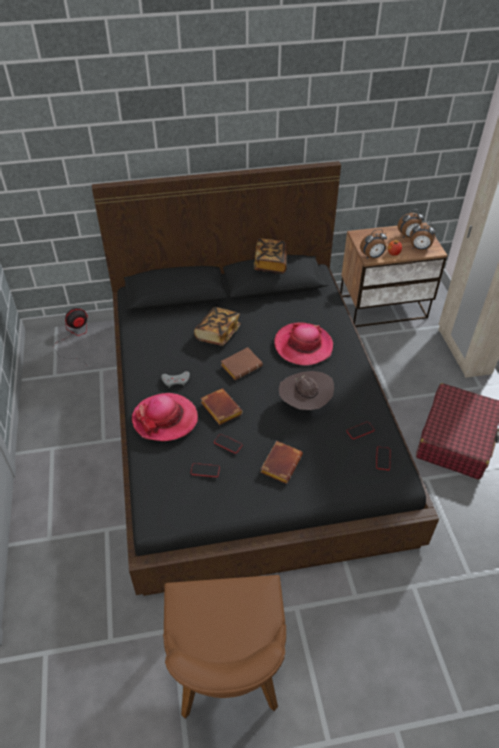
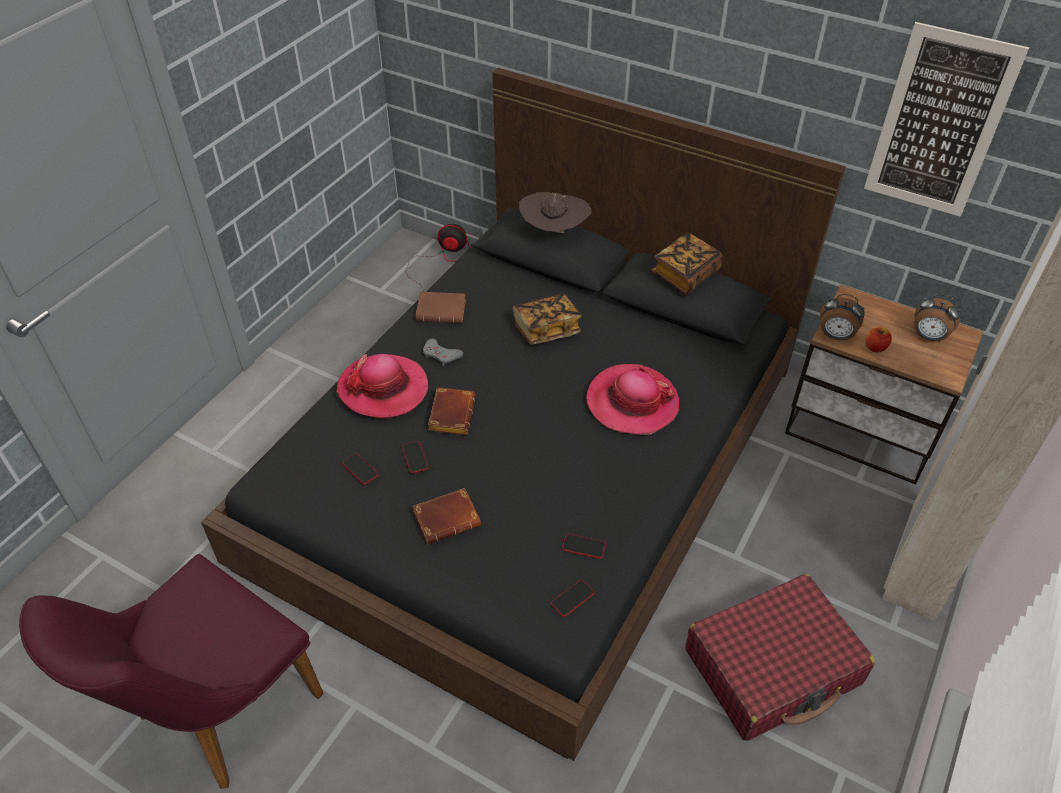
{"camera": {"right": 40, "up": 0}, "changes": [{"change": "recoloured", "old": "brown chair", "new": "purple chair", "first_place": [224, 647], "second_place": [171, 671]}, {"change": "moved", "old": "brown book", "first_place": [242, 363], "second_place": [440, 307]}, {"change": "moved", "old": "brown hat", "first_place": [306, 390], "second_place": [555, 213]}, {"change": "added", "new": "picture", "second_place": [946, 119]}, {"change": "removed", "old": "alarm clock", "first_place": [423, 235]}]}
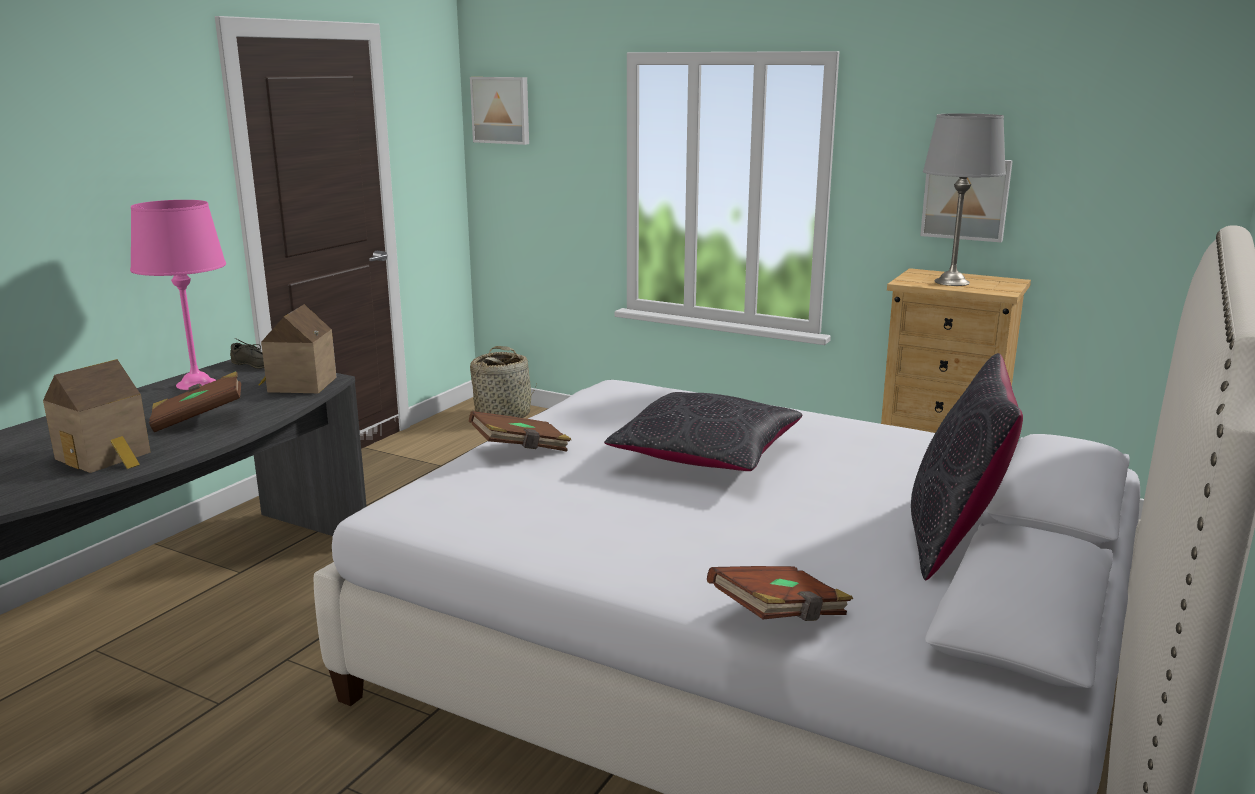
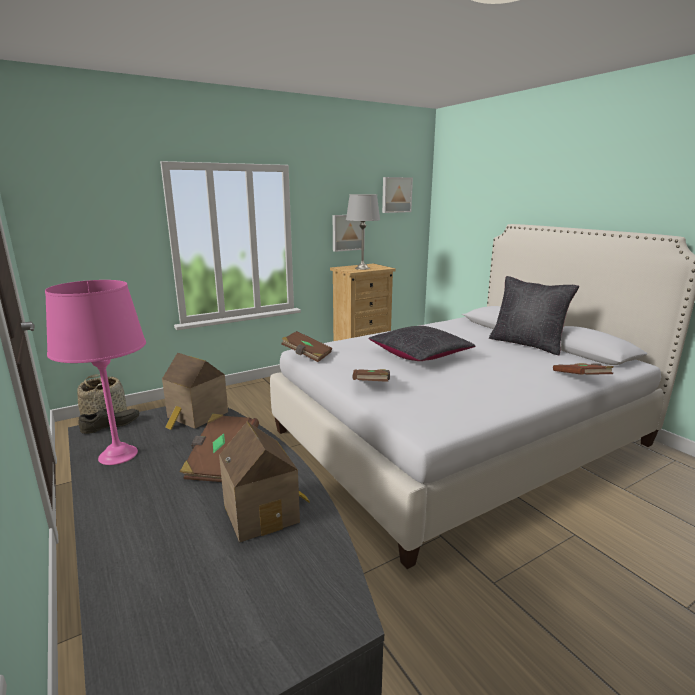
{"camera": {"right": -60, "up": 0}, "changes": [{"change": "added", "new": "brown book", "second_place": [306, 346]}, {"change": "moved", "old": "picture", "first_place": [499, 111], "second_place": [397, 195]}]}
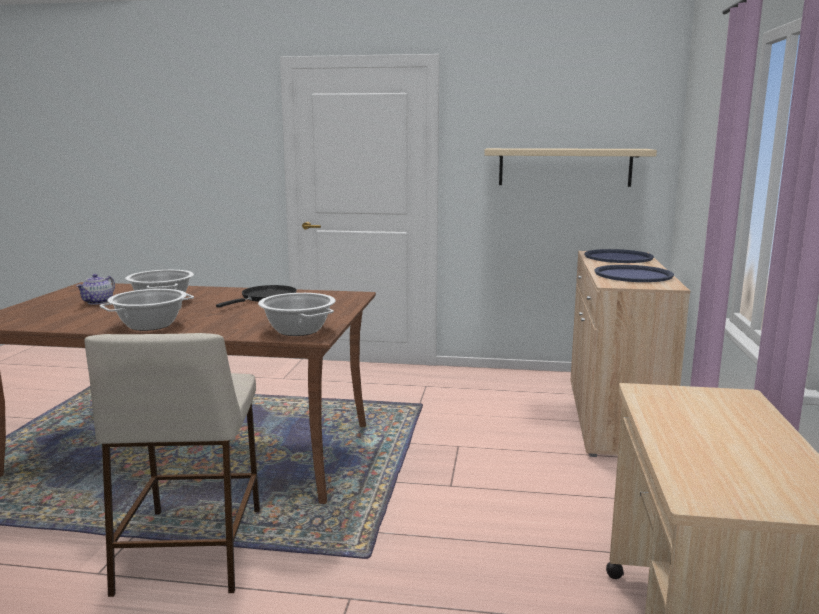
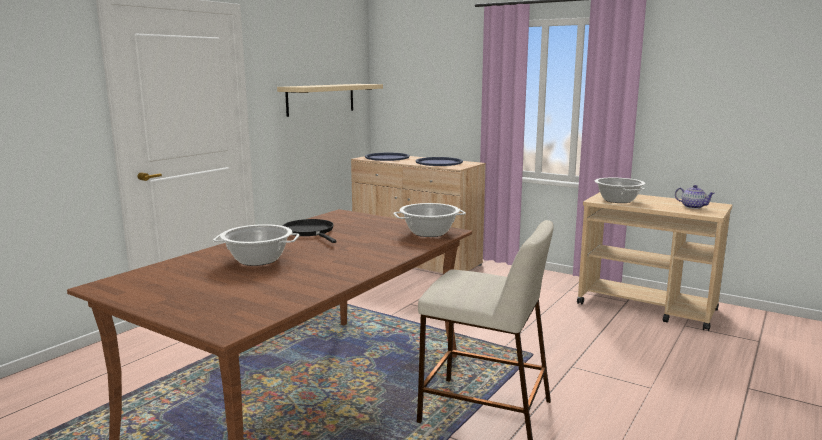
{"camera": {"right": -65, "up": 0}, "changes": [{"change": "moved", "old": "cooking pot", "first_place": [147, 310], "second_place": [620, 190]}, {"change": "moved", "old": "teapot", "first_place": [95, 289], "second_place": [695, 197]}]}
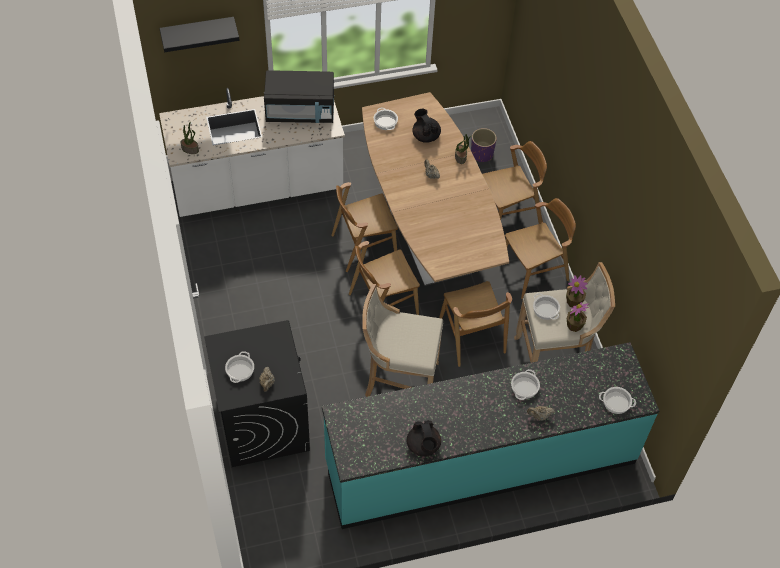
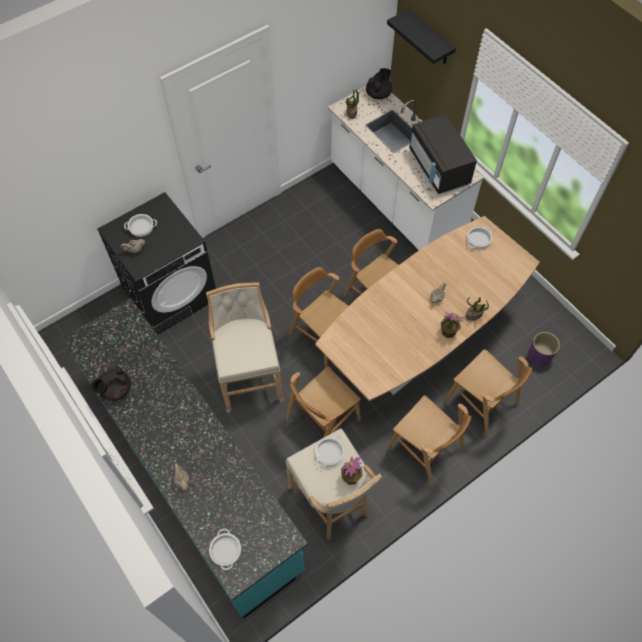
{"camera": {"right": 70, "up": 5}, "changes": [{"change": "moved", "old": "black teapot", "first_place": [426, 126], "second_place": [379, 84]}, {"change": "moved", "old": "potted plant", "first_place": [578, 317], "second_place": [451, 325]}, {"change": "removed", "old": "cooking pot", "first_place": [525, 384]}]}
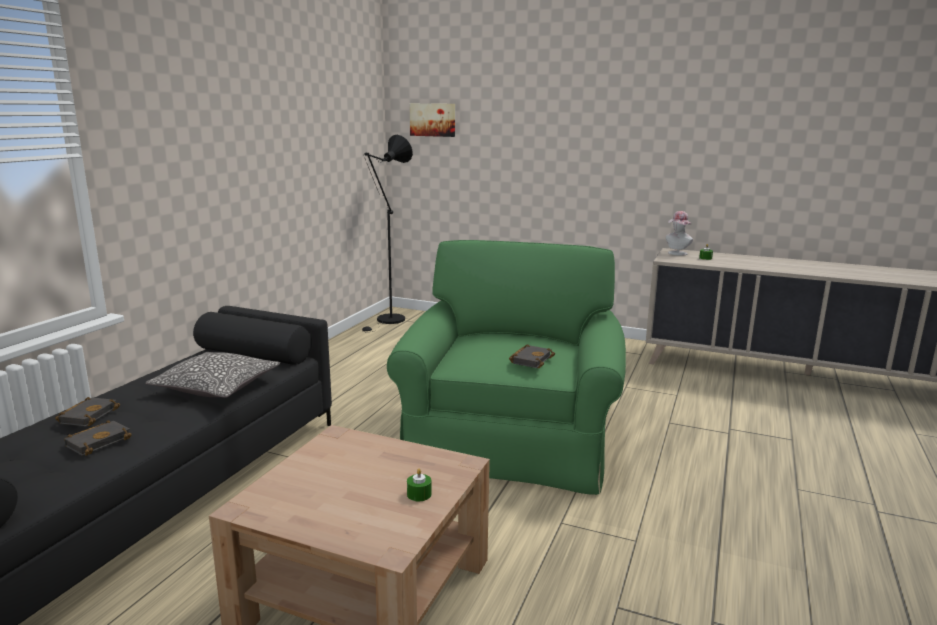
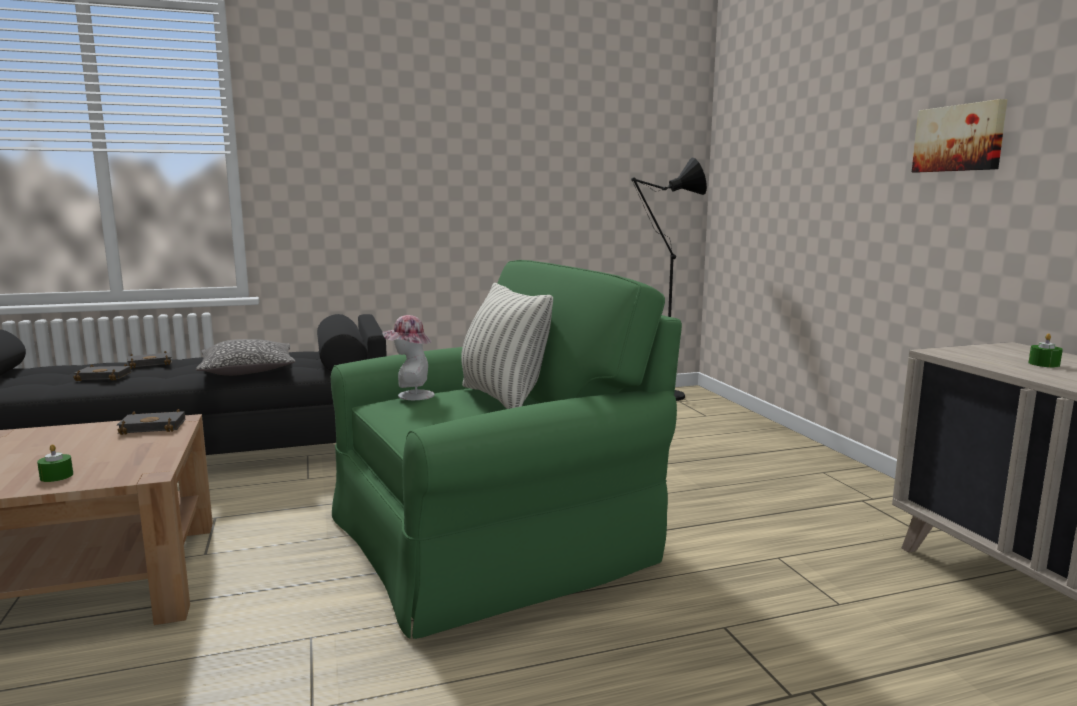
{"camera": {"right": 50, "up": -5}, "changes": [{"change": "moved", "old": "black book", "first_place": [532, 356], "second_place": [151, 422]}, {"change": "moved", "old": "hat", "first_place": [679, 233], "second_place": [408, 357]}, {"change": "added", "new": "pillow", "second_place": [507, 346]}, {"change": "moved", "old": "picture", "first_place": [432, 120], "second_place": [960, 135]}]}
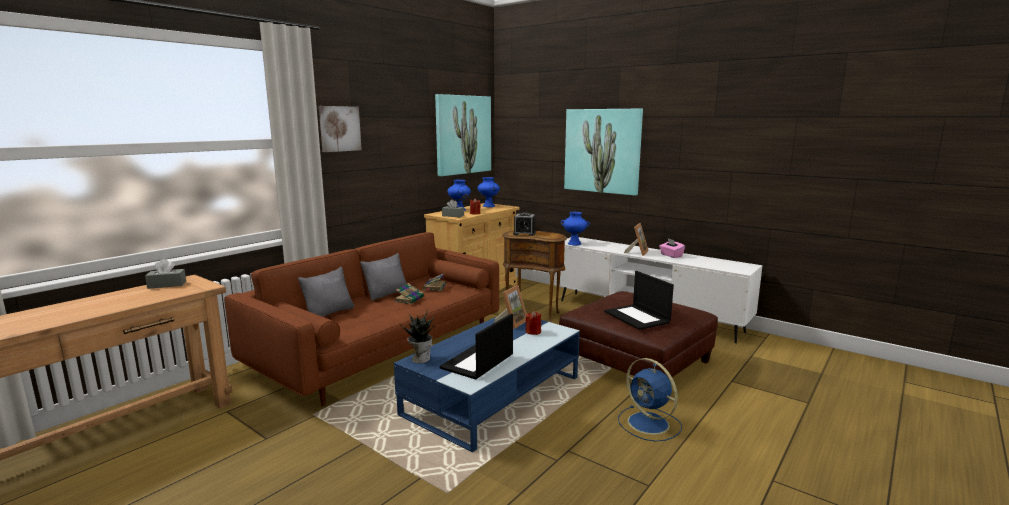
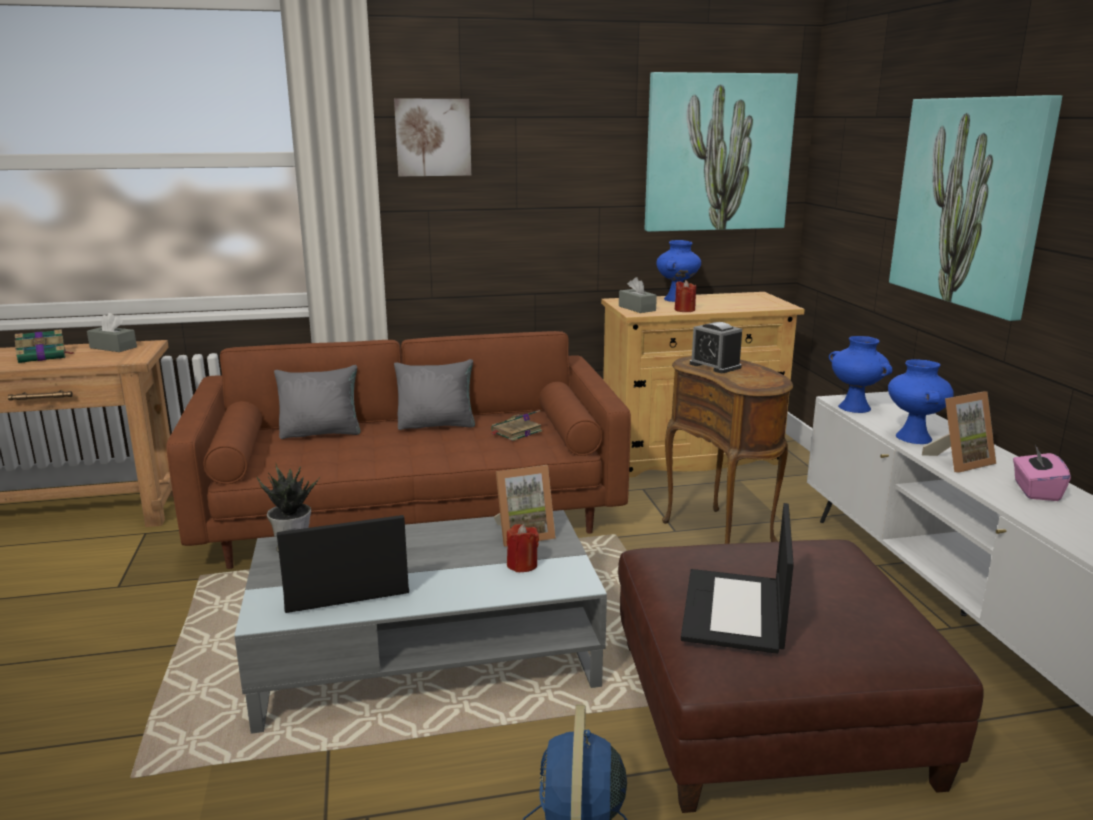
{"camera": {"right": 40, "up": 5}, "changes": [{"change": "moved", "old": "book", "first_place": [409, 293], "second_place": [44, 346]}, {"change": "recoloured", "old": "blue coffee table", "new": "grey coffee table", "first_place": [487, 383], "second_place": [420, 622]}, {"change": "moved", "old": "blue vase", "first_place": [489, 192], "second_place": [920, 401]}]}
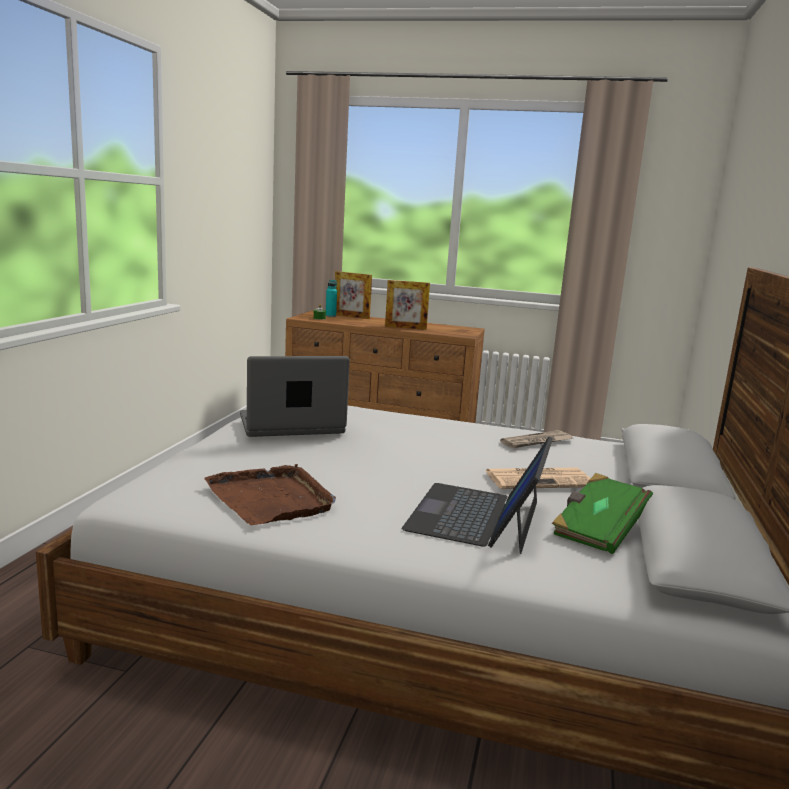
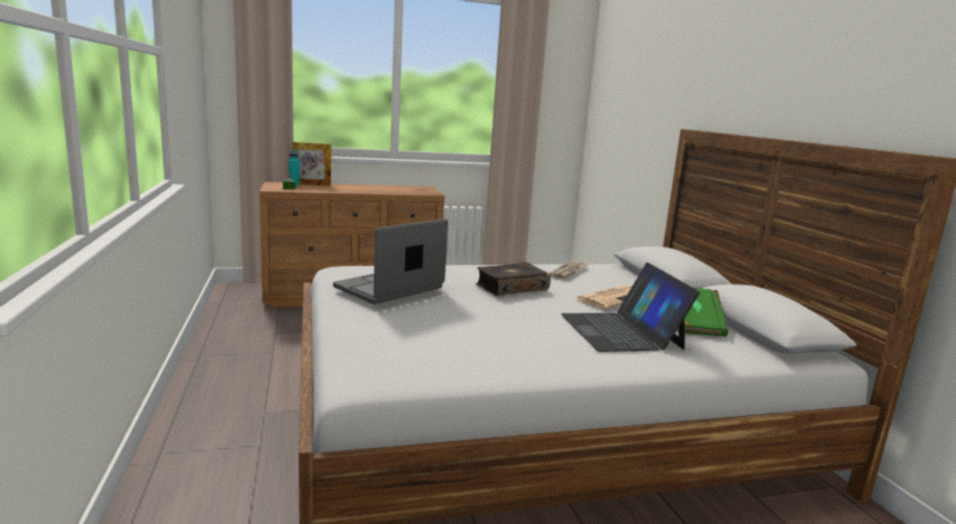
{"camera": {"right": -30, "up": 0}, "changes": [{"change": "added", "new": "book", "second_place": [513, 279]}, {"change": "removed", "old": "brown tray", "first_place": [270, 494]}, {"change": "removed", "old": "picture frame", "first_place": [407, 305]}]}
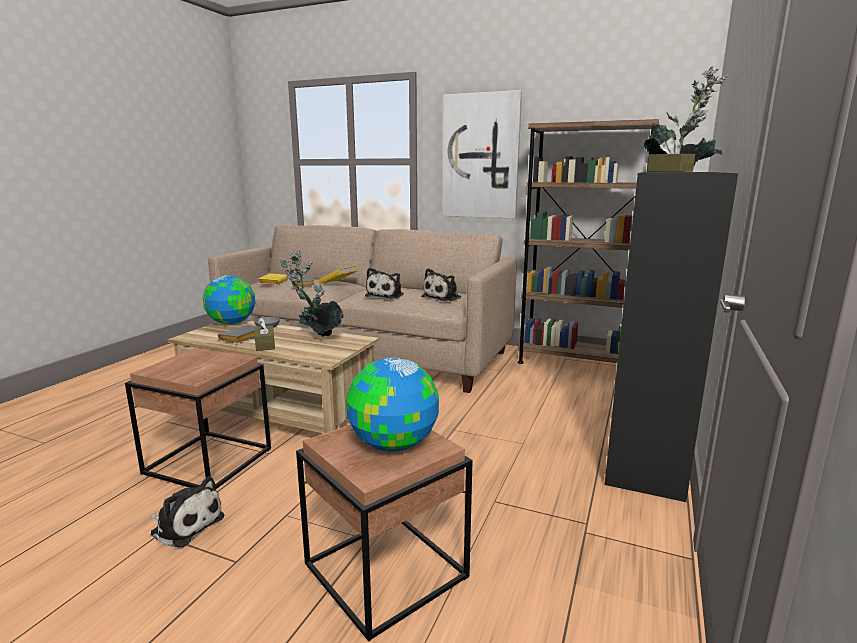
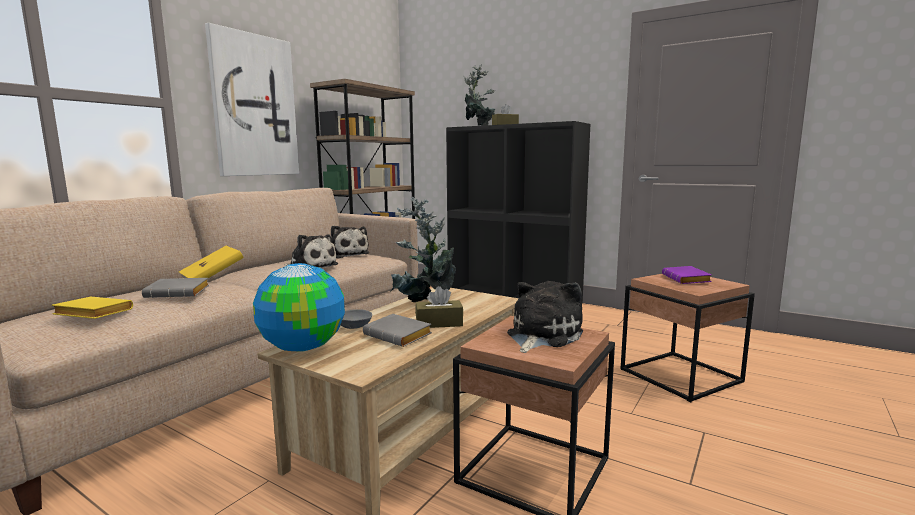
{"camera": {"right": -80, "up": -5}, "changes": [{"change": "moved", "old": "plush toy", "first_place": [187, 512], "second_place": [545, 317]}, {"change": "replaced", "old": "globe", "new": "purple book", "first_place": [392, 404], "second_place": [687, 275]}]}
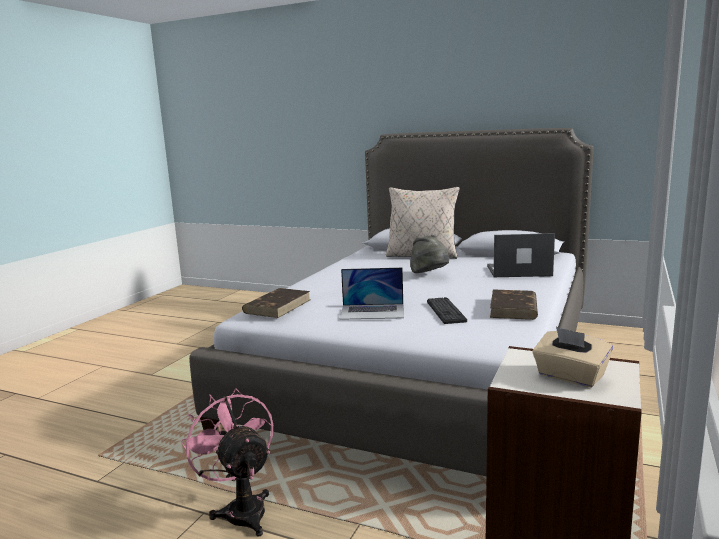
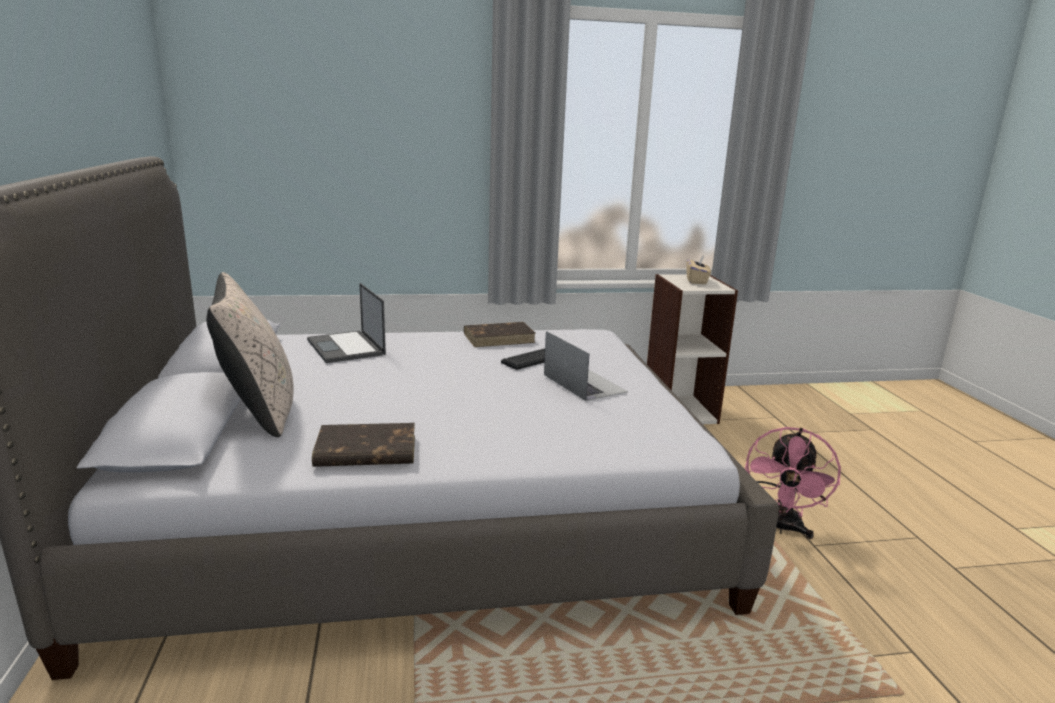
{"camera": {"right": -125, "up": 5}, "changes": [{"change": "moved", "old": "brown book", "first_place": [276, 303], "second_place": [363, 445]}, {"change": "removed", "old": "grey hat", "first_place": [429, 254]}]}
